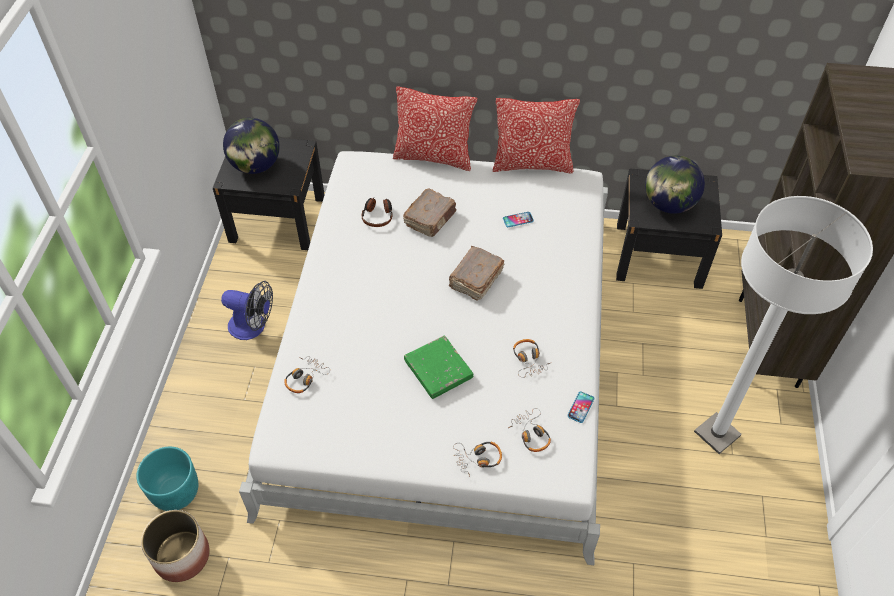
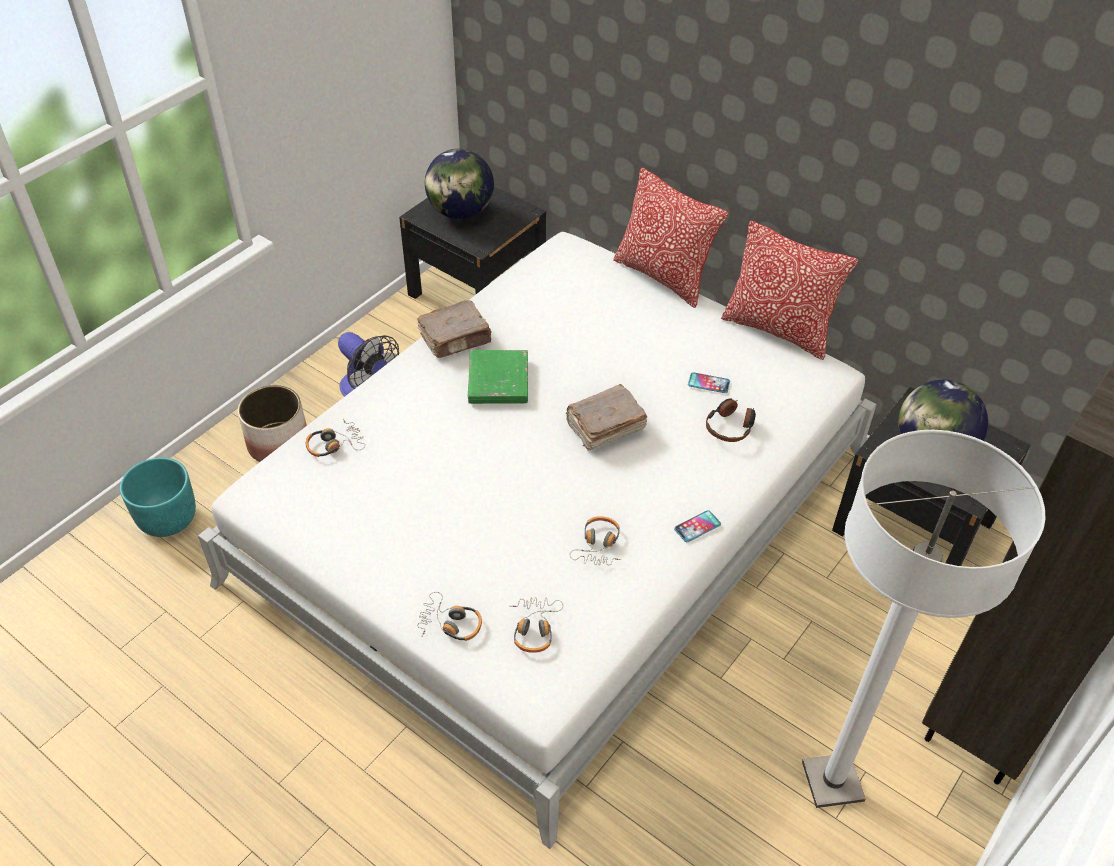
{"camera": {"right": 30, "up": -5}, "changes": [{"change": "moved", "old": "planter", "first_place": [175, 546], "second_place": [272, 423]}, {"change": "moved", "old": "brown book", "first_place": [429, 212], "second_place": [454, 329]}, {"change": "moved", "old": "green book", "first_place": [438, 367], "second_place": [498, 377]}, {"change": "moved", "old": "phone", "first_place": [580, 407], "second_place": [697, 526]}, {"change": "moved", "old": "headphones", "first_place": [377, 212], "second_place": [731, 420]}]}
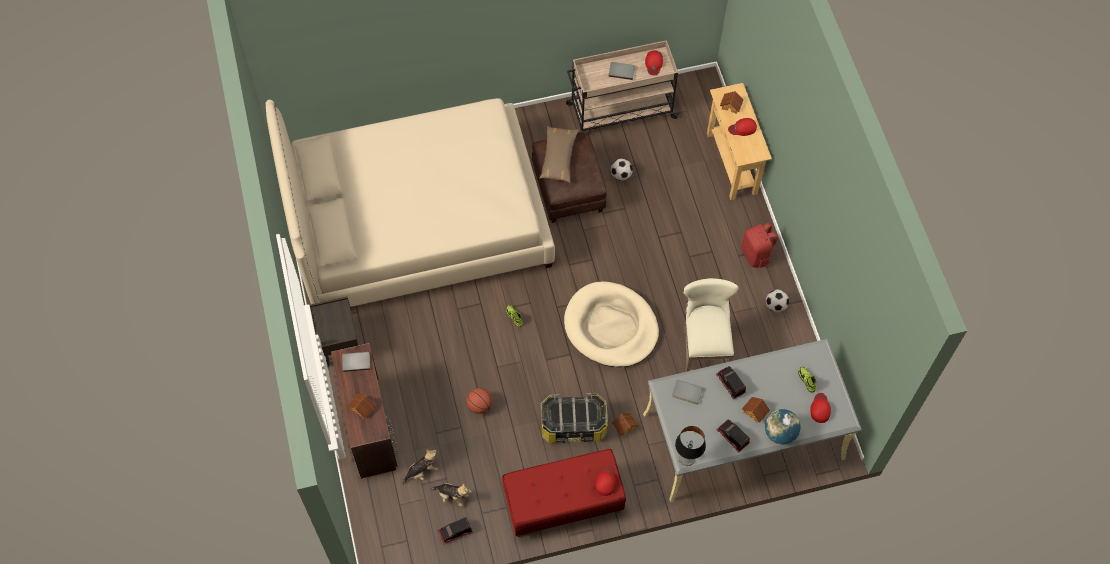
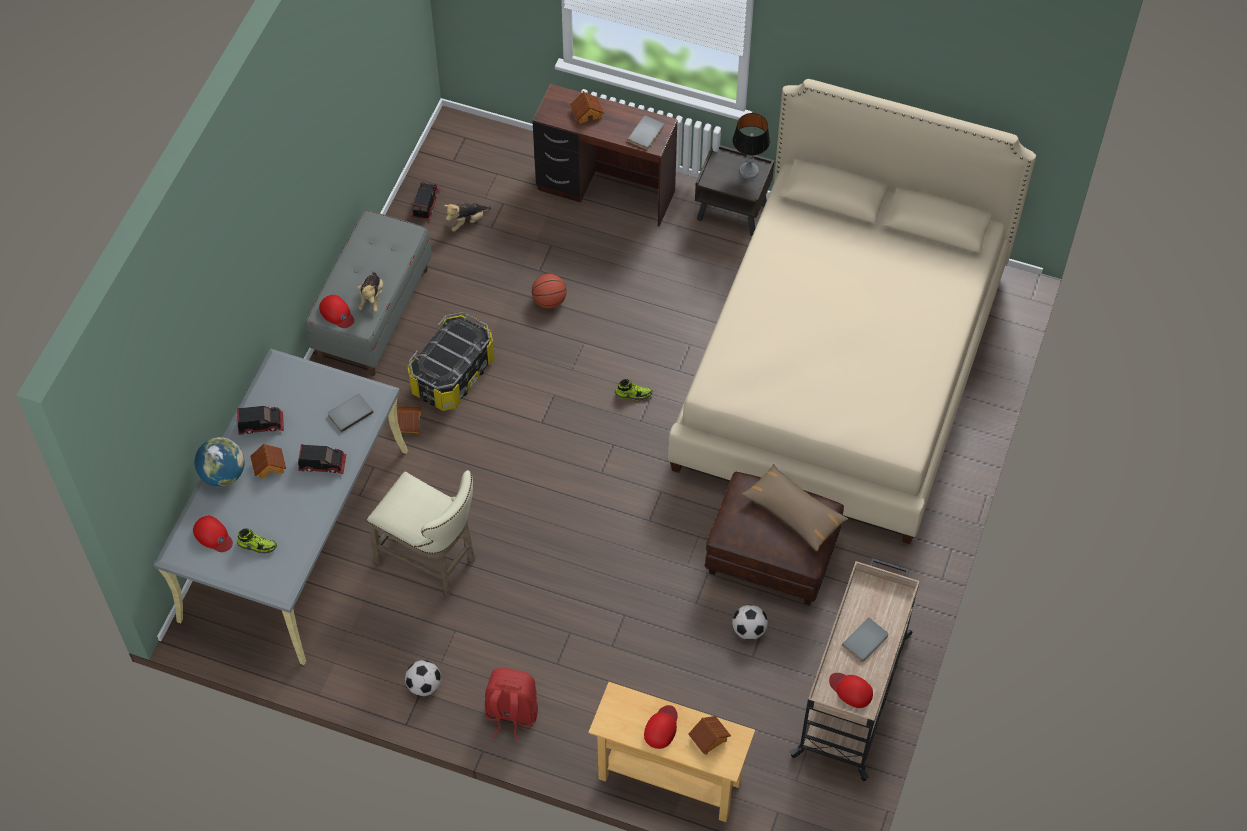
{"camera": {"right": 125, "up": -5}, "changes": [{"change": "recoloured", "old": "red bench", "new": "grey bench", "first_place": [564, 493], "second_place": [368, 293]}, {"change": "moved", "old": "plush toy", "first_place": [420, 467], "second_place": [370, 292]}, {"change": "moved", "old": "table lamp", "first_place": [690, 446], "second_place": [751, 146]}, {"change": "removed", "old": "beige dog bed", "first_place": [611, 324]}]}
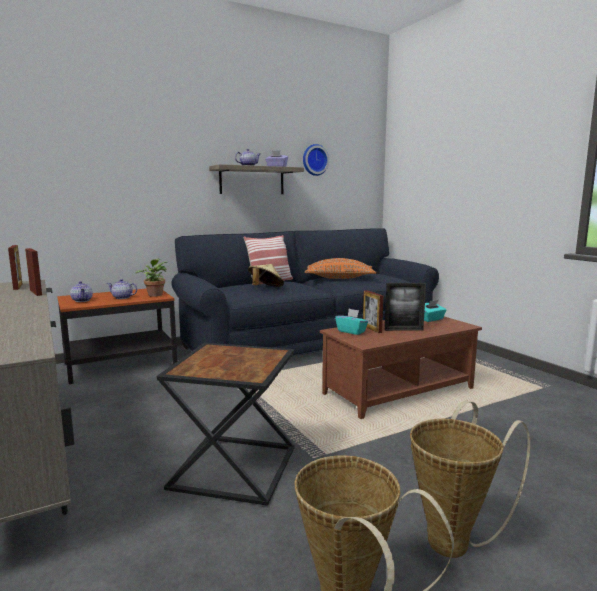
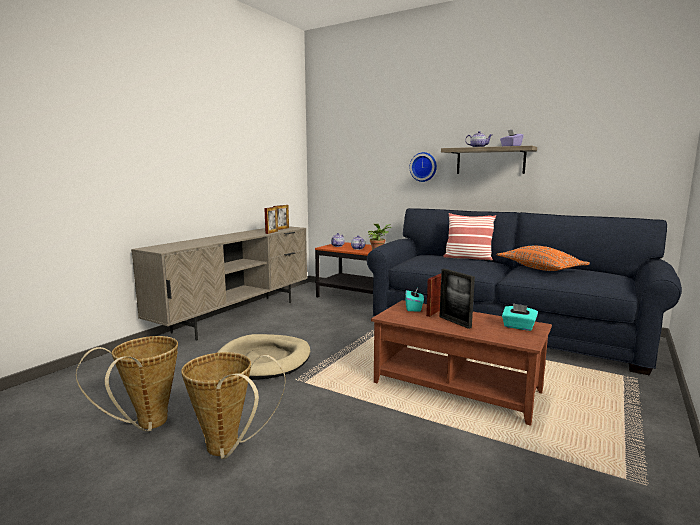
{"camera": {"right": 60, "up": 0}, "changes": [{"change": "replaced", "old": "black side table", "new": "beige dog bed", "first_place": [226, 424], "second_place": [263, 357]}, {"change": "moved", "old": "wall clock", "first_place": [316, 160], "second_place": [423, 167]}, {"change": "removed", "old": "beige hat", "first_place": [266, 275]}]}
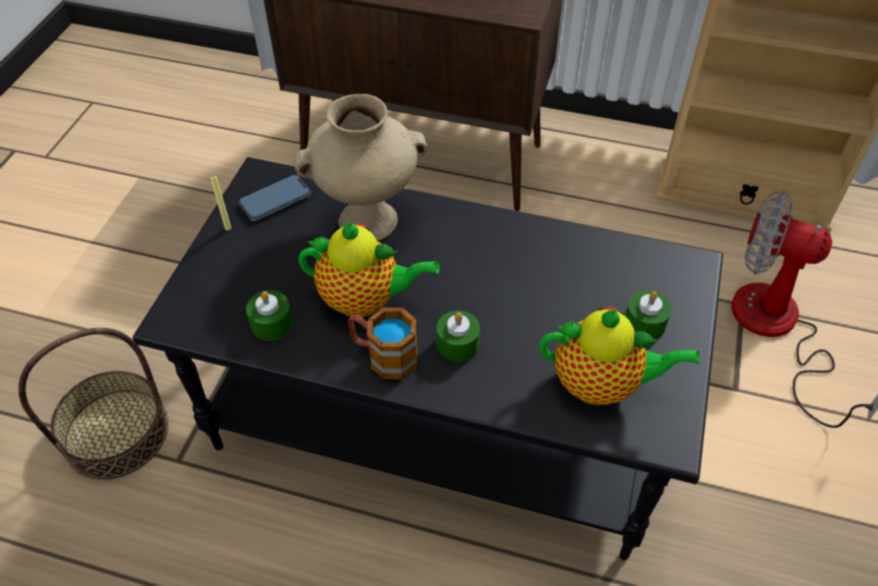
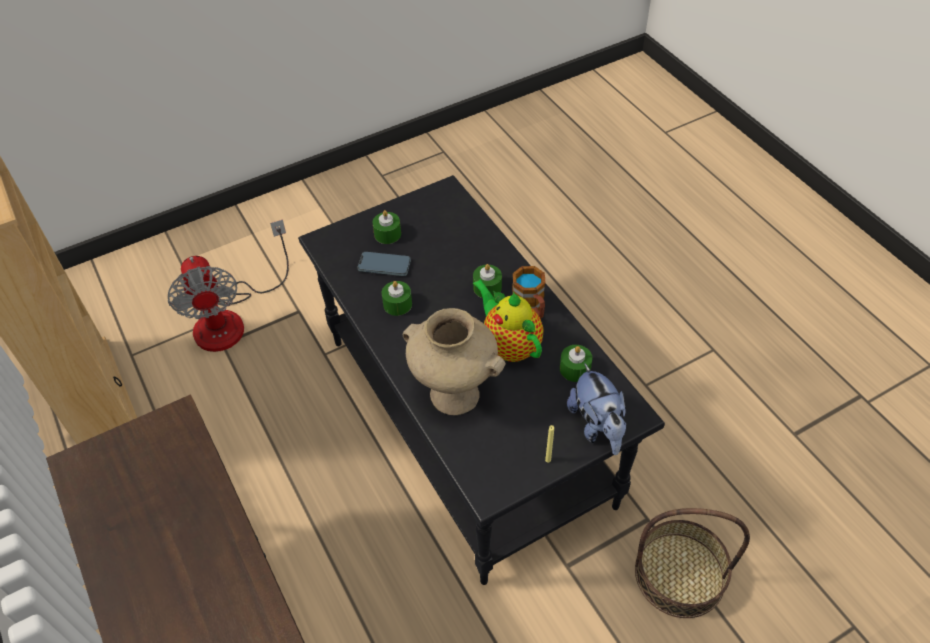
{"camera": {"right": -135, "up": 0}, "changes": [{"change": "moved", "old": "phone", "first_place": [275, 198], "second_place": [384, 264]}, {"change": "added", "new": "green candle", "second_place": [397, 298]}, {"change": "added", "new": "plush toy", "second_place": [597, 409]}, {"change": "removed", "old": "teapot", "first_place": [619, 356]}]}
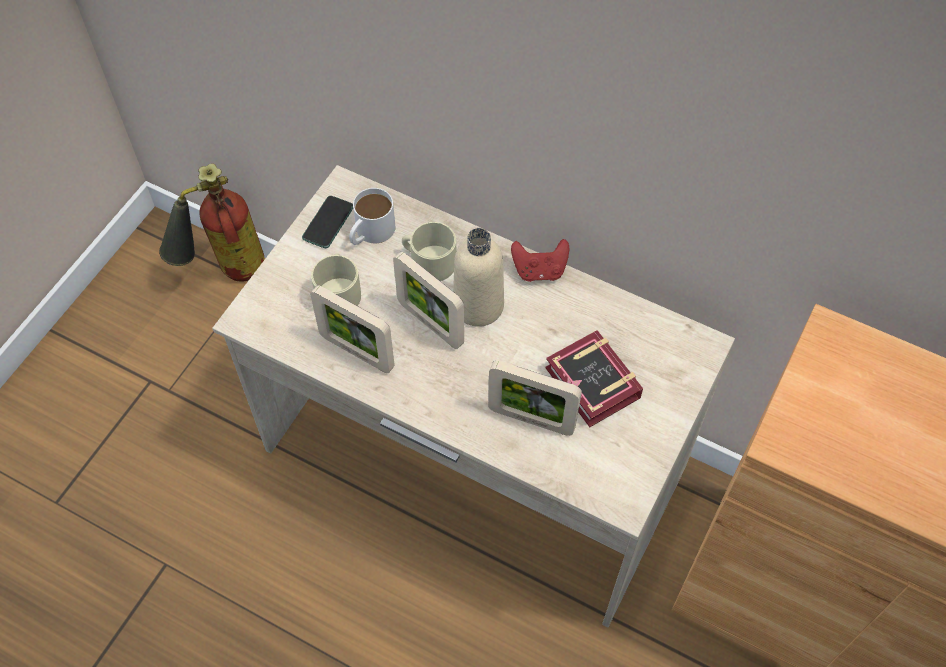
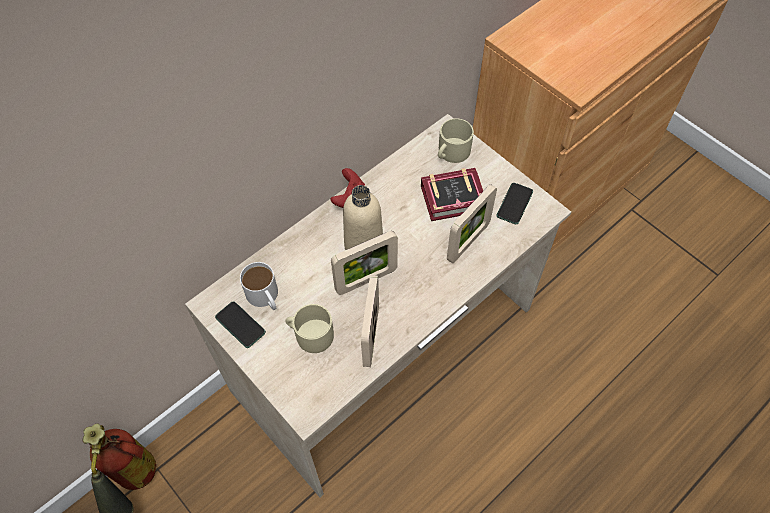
{"camera": {"right": -70, "up": 0}, "changes": [{"change": "turned", "old": "picture frame", "first_place": [352, 329], "second_place": [370, 321], "degrees": 135}, {"change": "moved", "old": "beige mug", "first_place": [429, 251], "second_place": [456, 140]}, {"change": "added", "new": "phone", "second_place": [514, 203]}]}
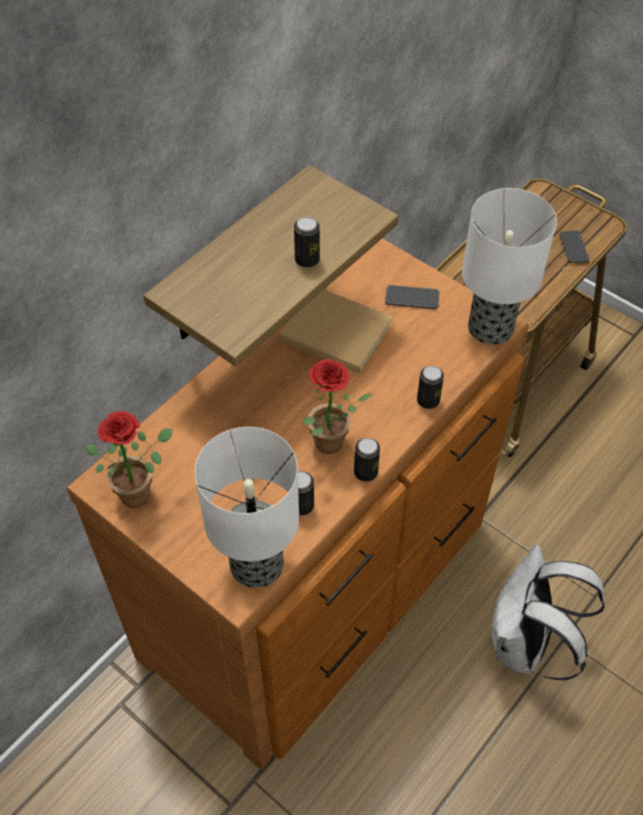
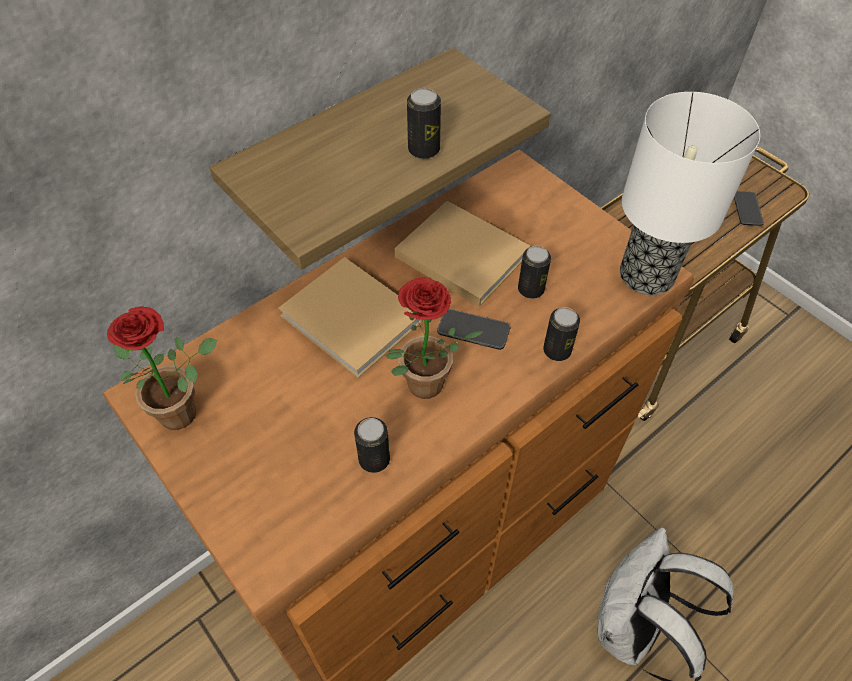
{"camera": {"right": 10, "up": 0}, "changes": [{"change": "added", "new": "beige book", "second_place": [350, 317]}, {"change": "moved", "old": "phone", "first_place": [412, 297], "second_place": [473, 329]}, {"change": "moved", "old": "can", "first_place": [367, 460], "second_place": [534, 272]}, {"change": "removed", "old": "table lamp", "first_place": [247, 507]}]}
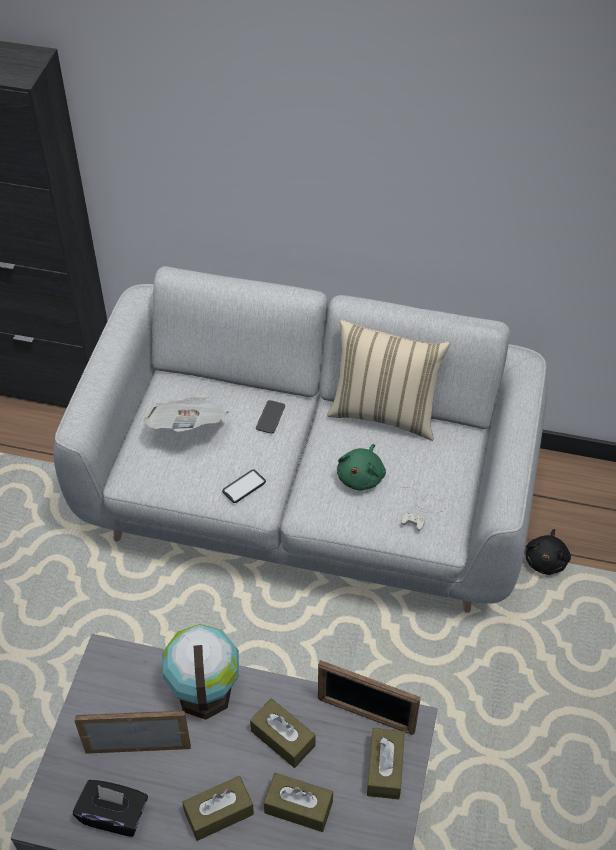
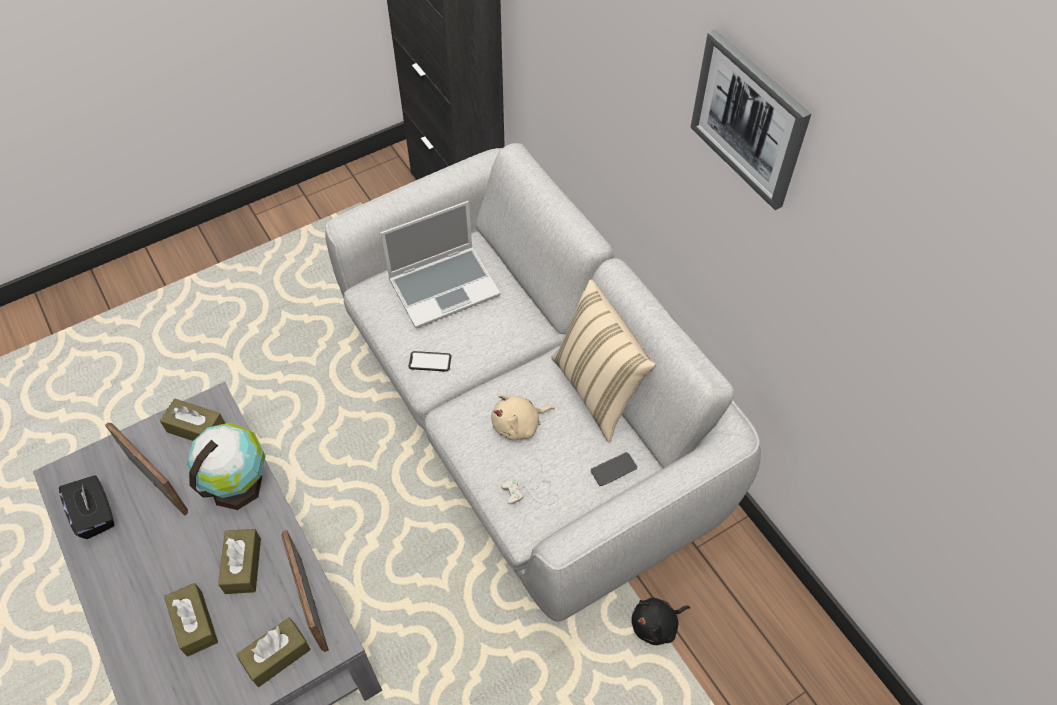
{"camera": {"right": 45, "up": 5}, "changes": [{"change": "moved", "old": "brown tissue box", "first_place": [218, 808], "second_place": [192, 420]}, {"change": "replaced", "old": "newspaper", "new": "laptop", "first_place": [186, 413], "second_place": [440, 265]}, {"change": "recoloured", "old": "green plush toy", "new": "beige plush toy", "first_place": [361, 467], "second_place": [523, 417]}, {"change": "moved", "old": "phone", "first_place": [270, 417], "second_place": [614, 469]}, {"change": "added", "new": "picture", "second_place": [750, 119]}]}
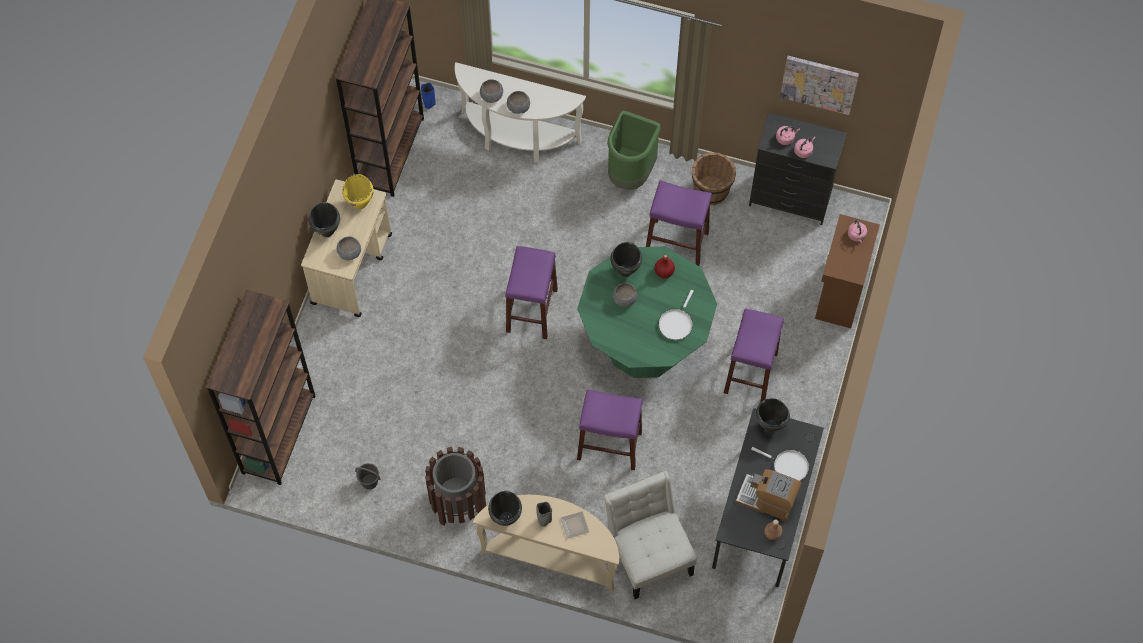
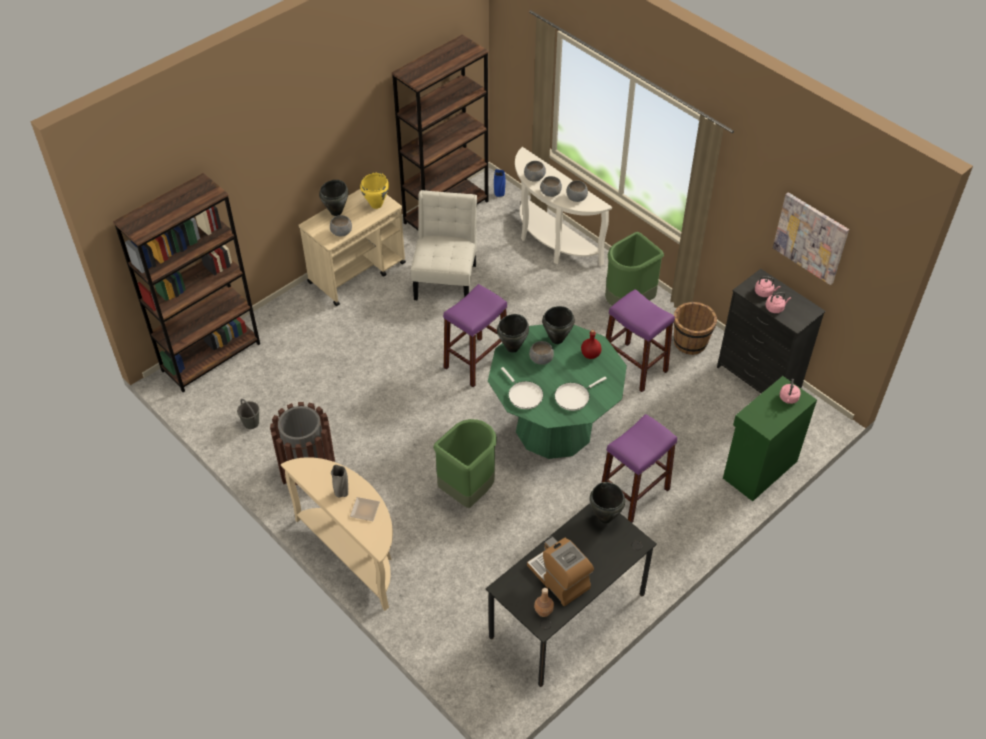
{"camera": {"right": 30, "up": -15}, "changes": [{"change": "moved", "old": "white chair", "first_place": [650, 535], "second_place": [444, 245]}, {"change": "replaced", "old": "purple stool", "new": "green trash can", "first_place": [610, 429], "second_place": [465, 463]}, {"change": "moved", "old": "black cooking pot", "first_place": [505, 508], "second_place": [513, 333]}, {"change": "moved", "old": "white frying pan", "first_place": [780, 464], "second_place": [522, 388]}, {"change": "added", "new": "grey bowl", "second_place": [577, 191]}, {"change": "recoloured", "old": "brown cabinet", "new": "green cabinet", "first_place": [847, 271], "second_place": [770, 438]}]}
